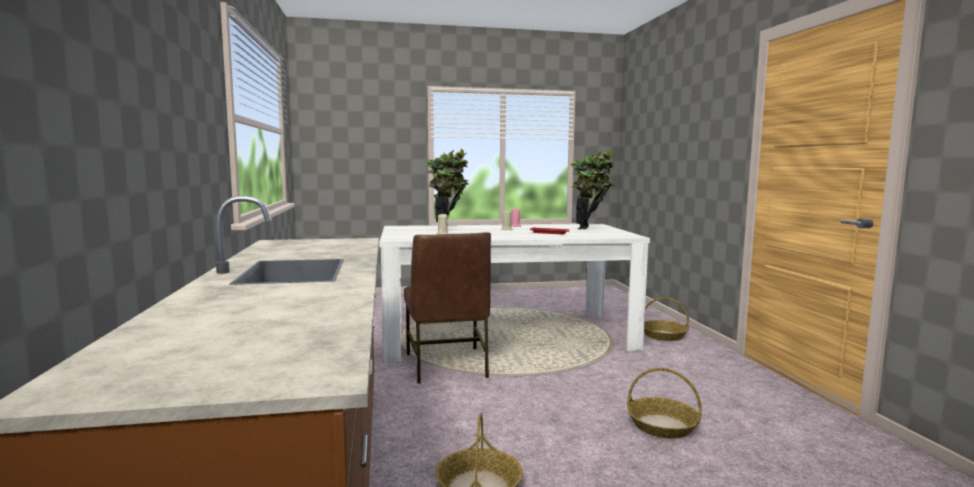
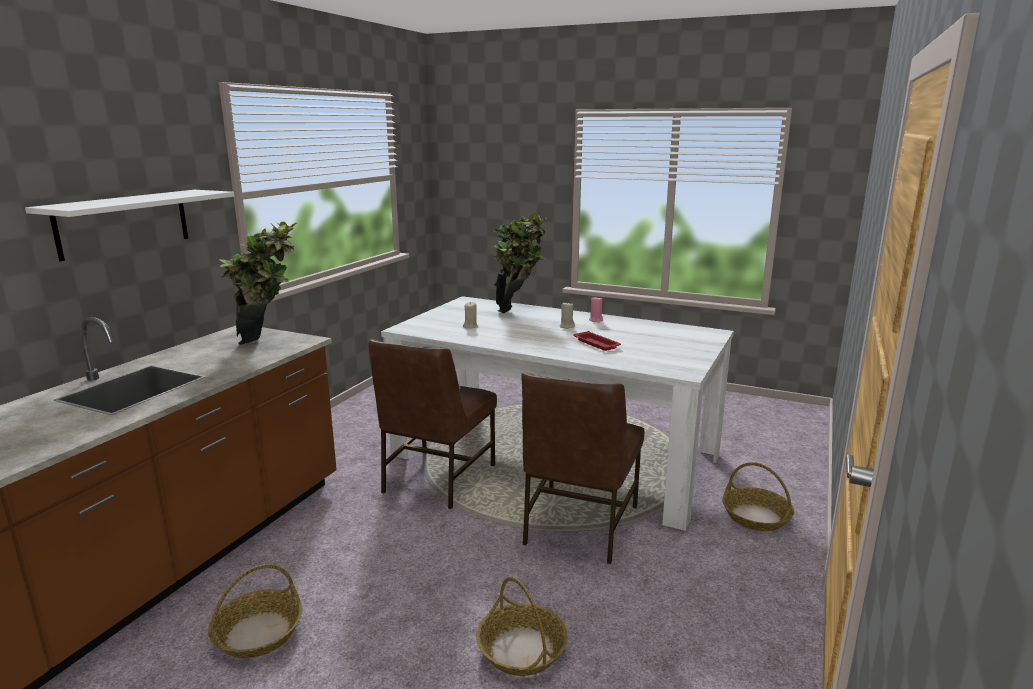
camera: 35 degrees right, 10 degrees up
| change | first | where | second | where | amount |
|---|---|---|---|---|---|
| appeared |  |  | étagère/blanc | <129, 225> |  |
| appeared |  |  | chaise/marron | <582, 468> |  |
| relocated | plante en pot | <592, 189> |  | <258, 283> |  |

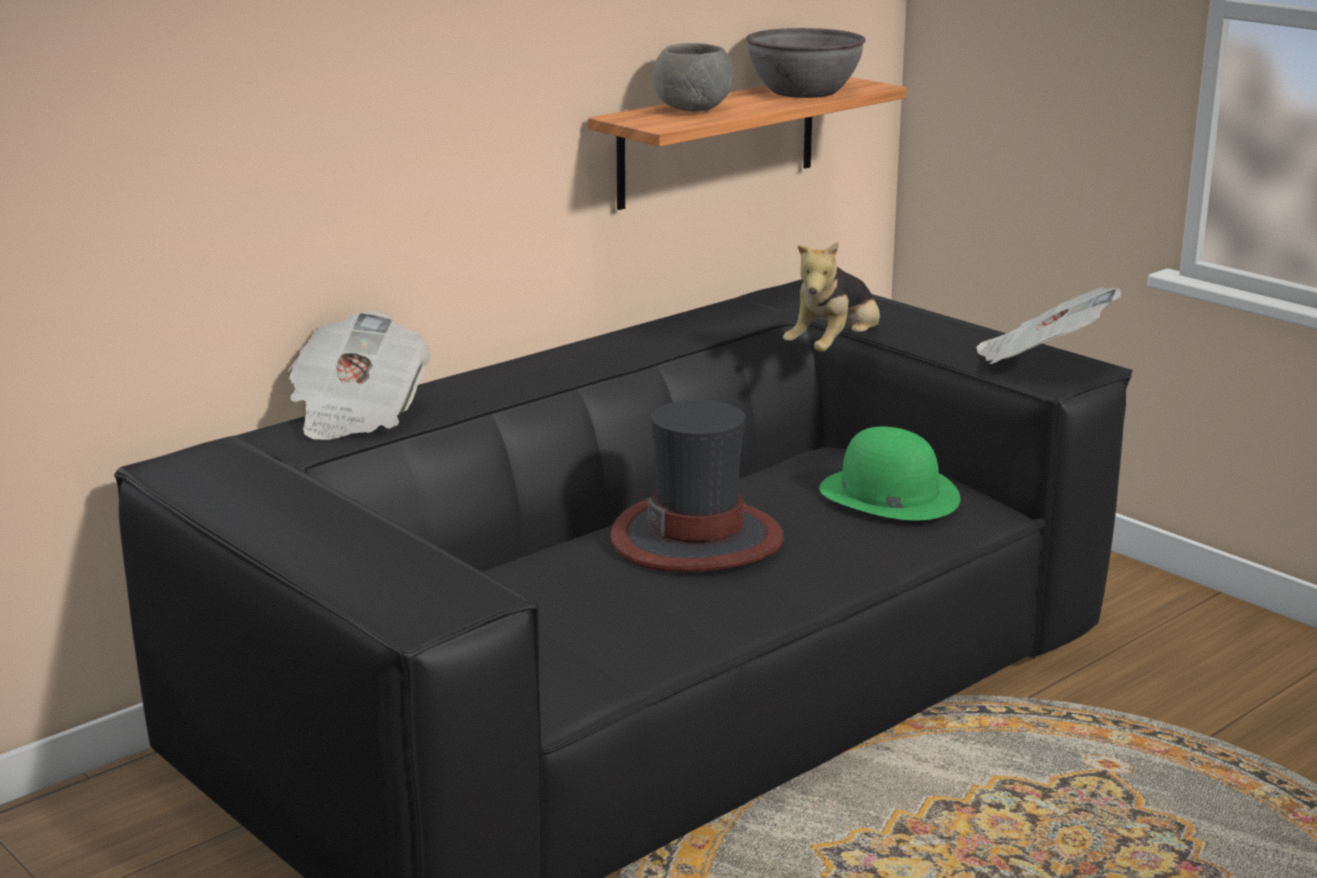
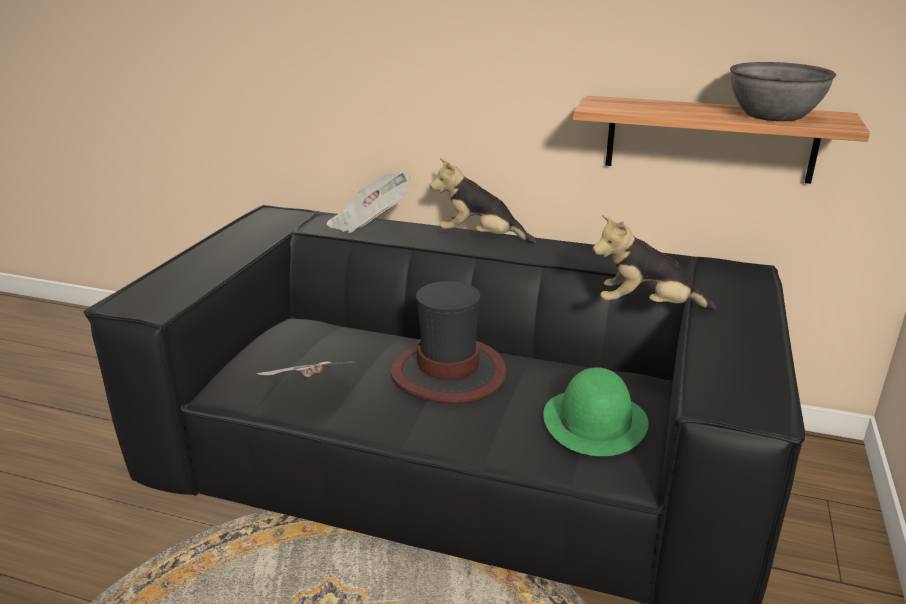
camera: 60 degrees right, 5 degrees up
| change | first | where | second | where | amount |
|---|---|---|---|---|---|
| missing | bol/gris | <693, 77> |  |  |  |
| appeared |  |  | peluche | <483, 201> |  |
| relocated | journal | <1048, 325> |  | <306, 369> |  |

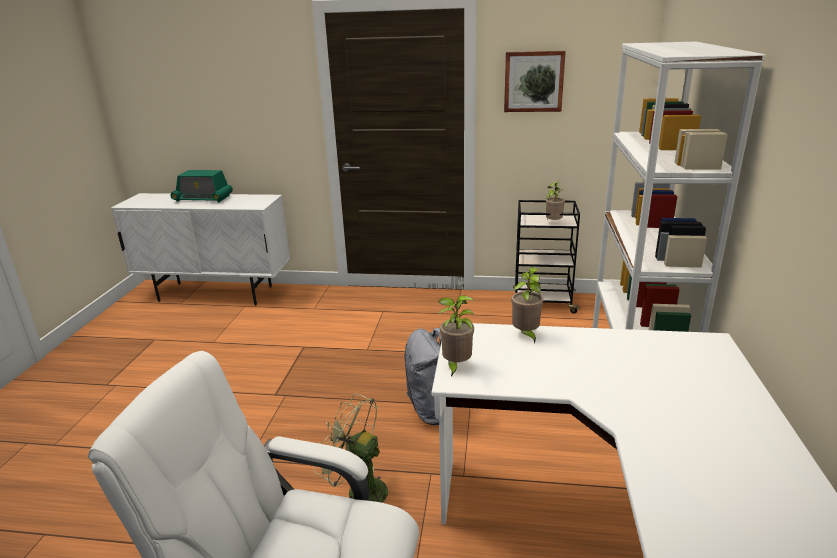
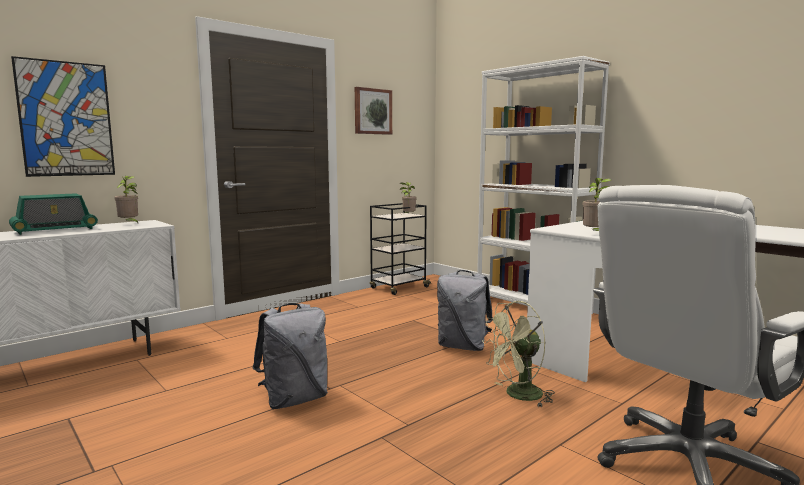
camera: 50 degrees left, 15 degrees down
| change | first | where | second | where | amount |
|---|---|---|---|---|---|
| appeared |  |  | tableau | <63, 116> |  |
| appeared |  |  | sac à dos/gris | <290, 356> |  |
| relocated | plante en pot | <527, 306> |  | <126, 199> |  |

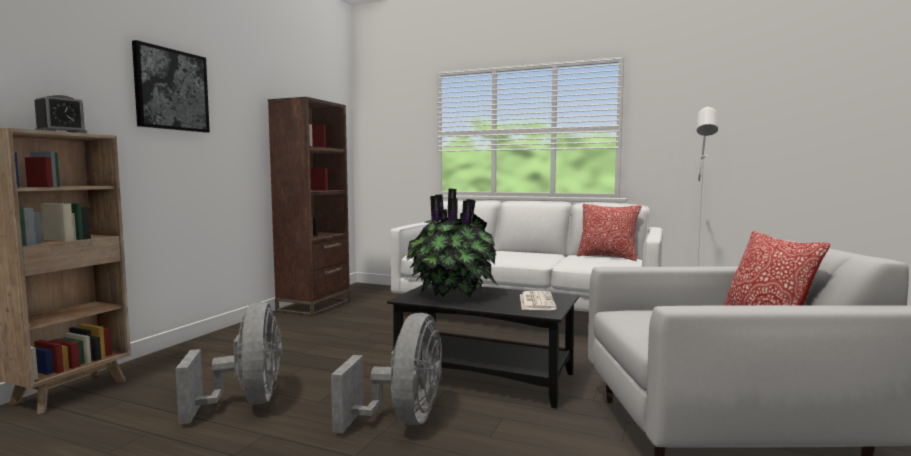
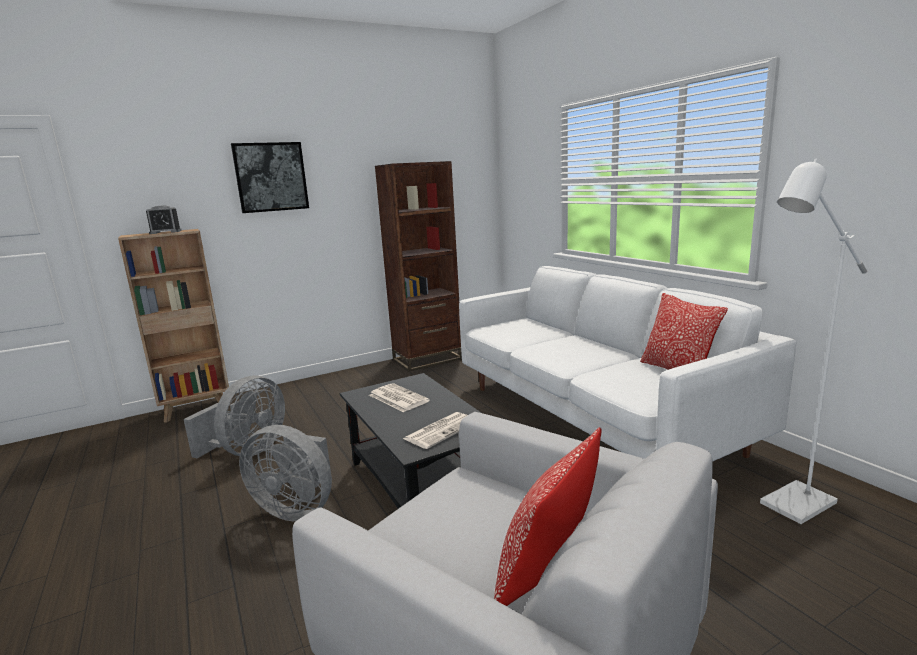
camera: 40 degrees right, 10 degrees up
| change | first | where | second | where | amount |
|---|---|---|---|---|---|
| exchanged | plante en pot | <451, 243> | journal | <399, 397> |  |
| spun | ventilateur/gris | <386, 373> |  | <285, 473> | 60 degrees clockwise |

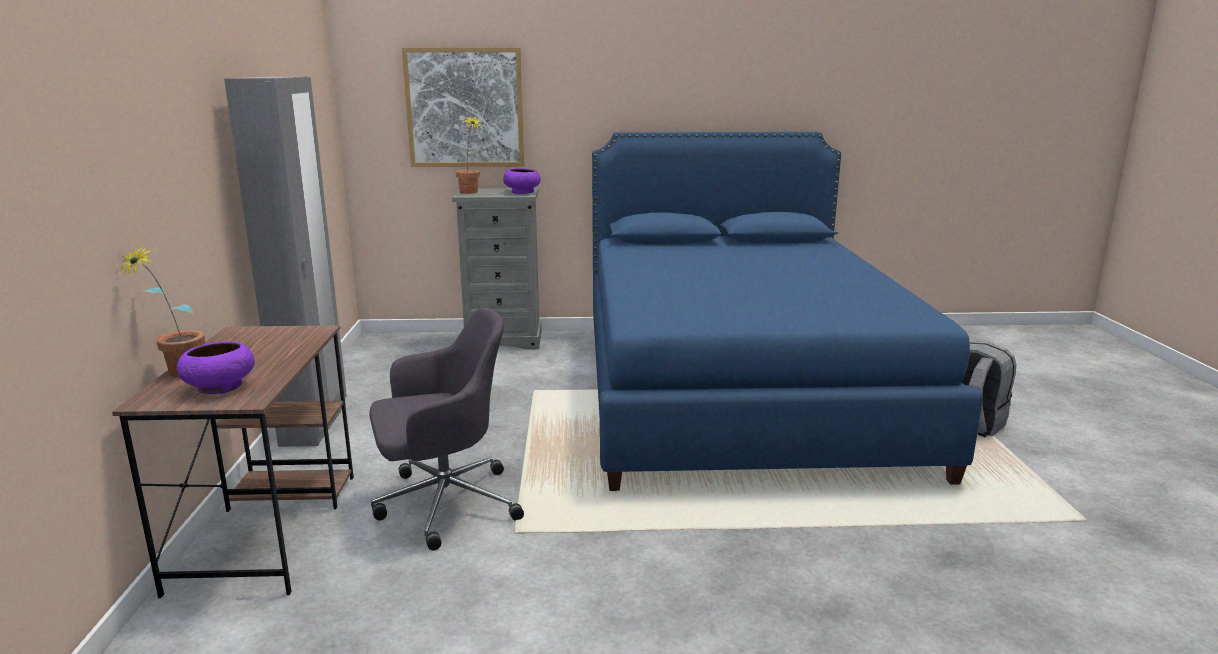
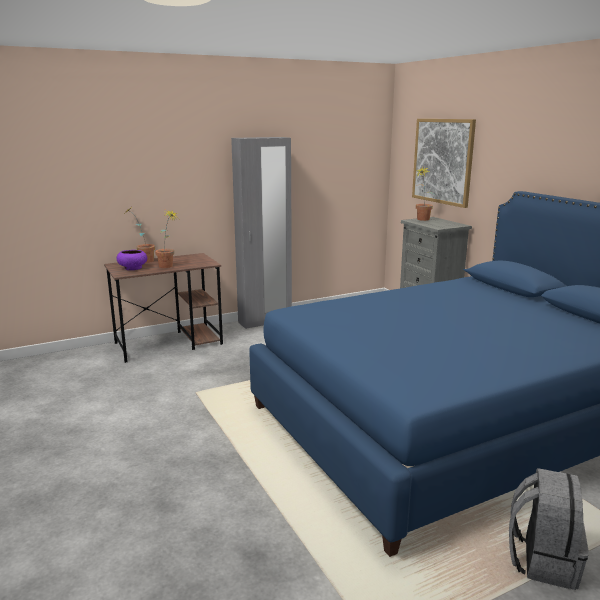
camera: 65 degrees right, 0 degrees up
| change | first | where | second | where | amount |
|---|---|---|---|---|---|
| missing | chaise de bureau/gris | <446, 429> |  |  |  |
| missing | bol/violet | <522, 181> |  |  |  |
| appeared |  |  | plante en pot | <167, 239> |  |

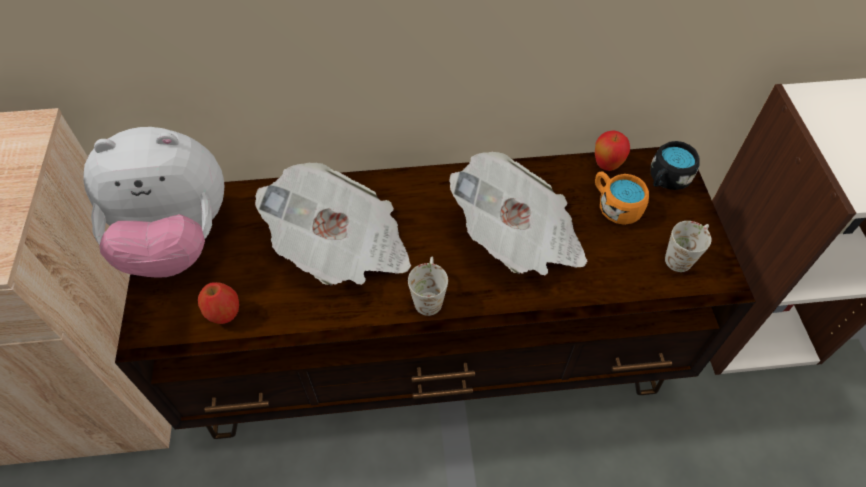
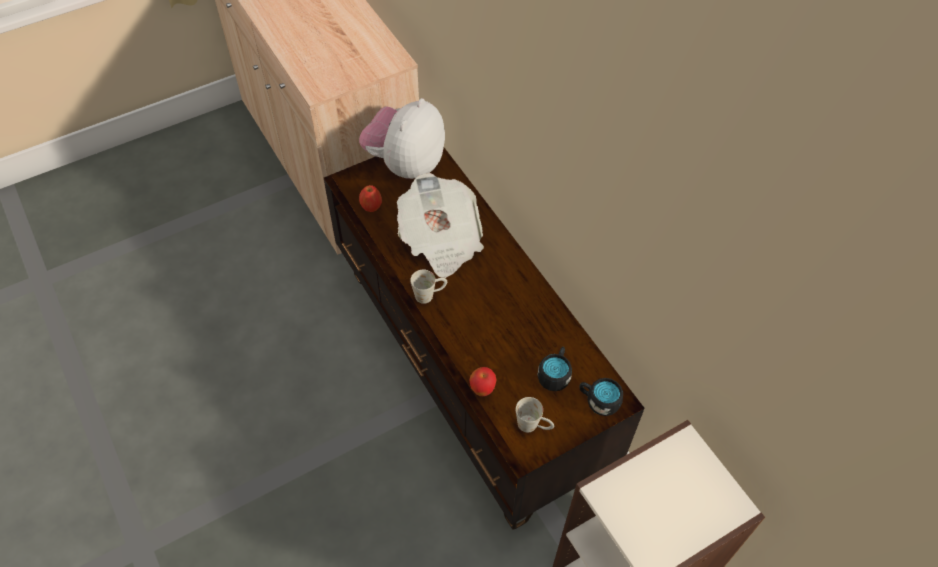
camera: 65 degrees right, 0 degrees up
| change | first | where | second | where | amount |
|---|---|---|---|---|---|
| missing | journal | <518, 214> |  |  |  |
| relocated | pomme | <612, 151> |  | <482, 381> |  |
| colour | mug/orange | <622, 198> | mug/noir | <555, 369> |  |
| spun | peluche | <153, 202> |  | <402, 138> | 60 degrees clockwise |

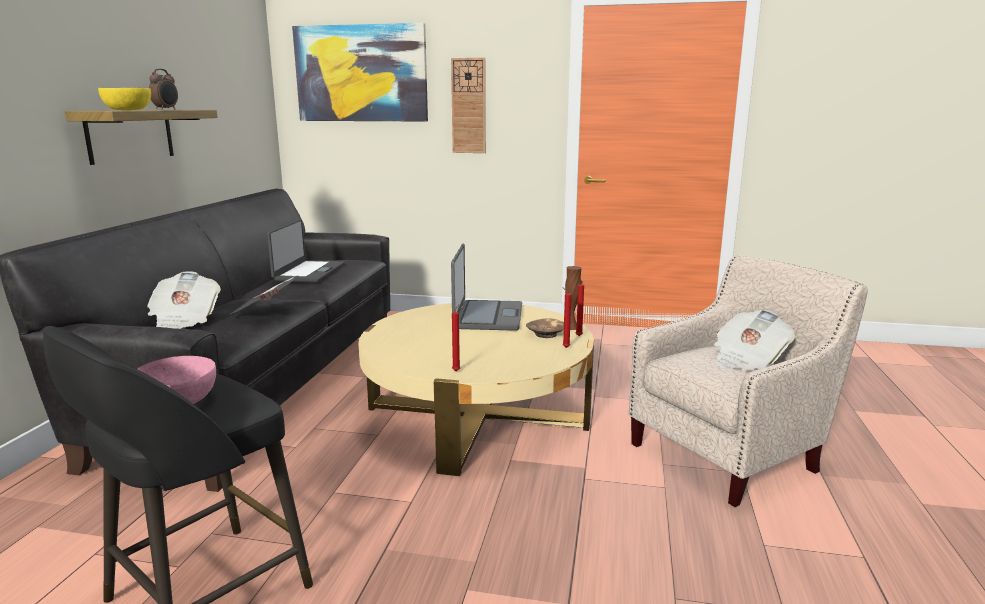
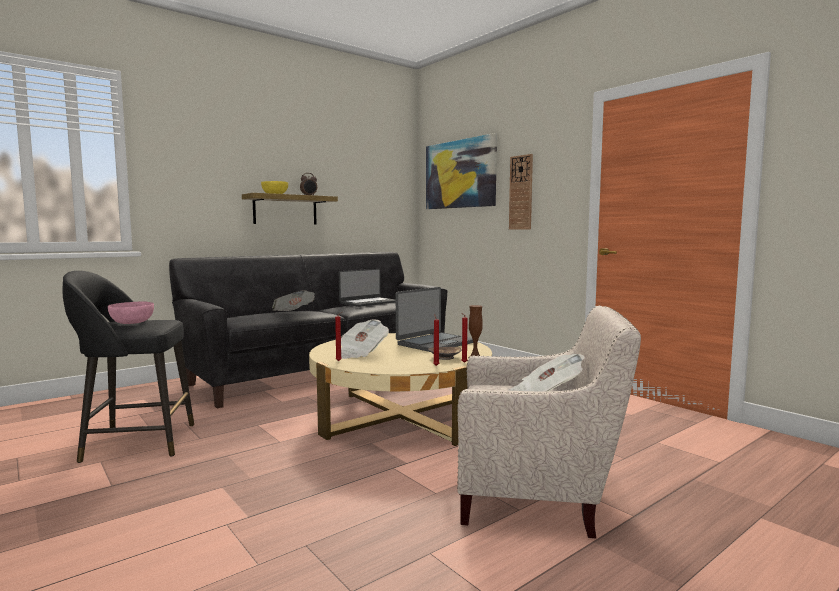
camera: 40 degrees right, 10 degrees down
| change | first | where | second | where | amount |
|---|---|---|---|---|---|
| relocated | journal | <184, 300> |  | <365, 339> |  |

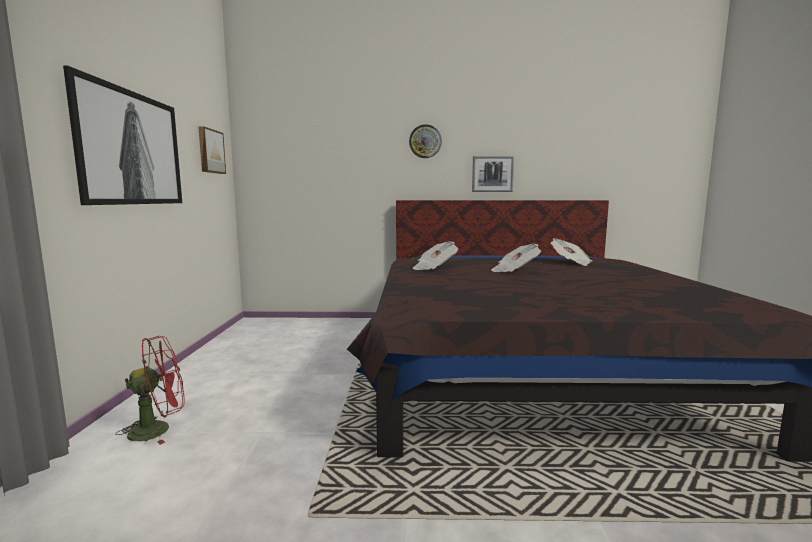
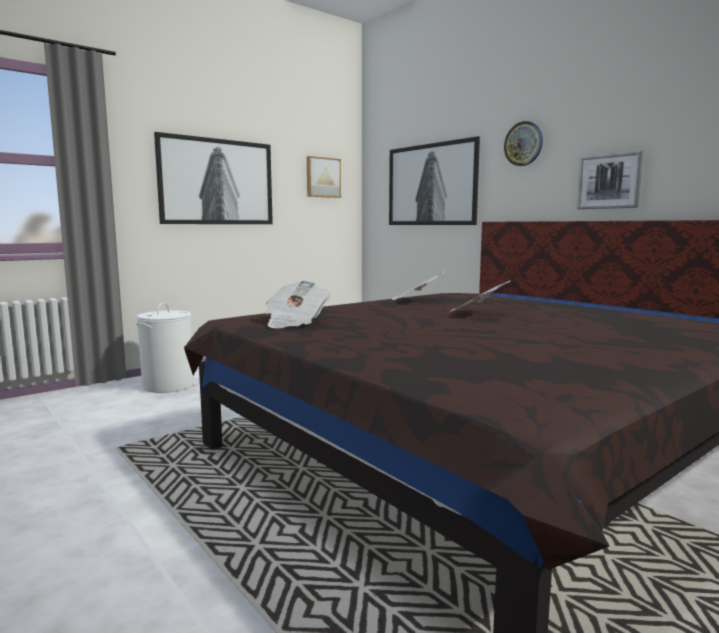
camera: 50 degrees right, 0 degrees up
| change | first | where | second | where | amount |
|---|---|---|---|---|---|
| appeared |  |  | tableau | <434, 180> |  |
| relocated | journal | <571, 252> |  | <297, 304> |  |
| exchanged | ventilateur/rouge | <150, 390> | panier à linge/blanc | <165, 348> |  |

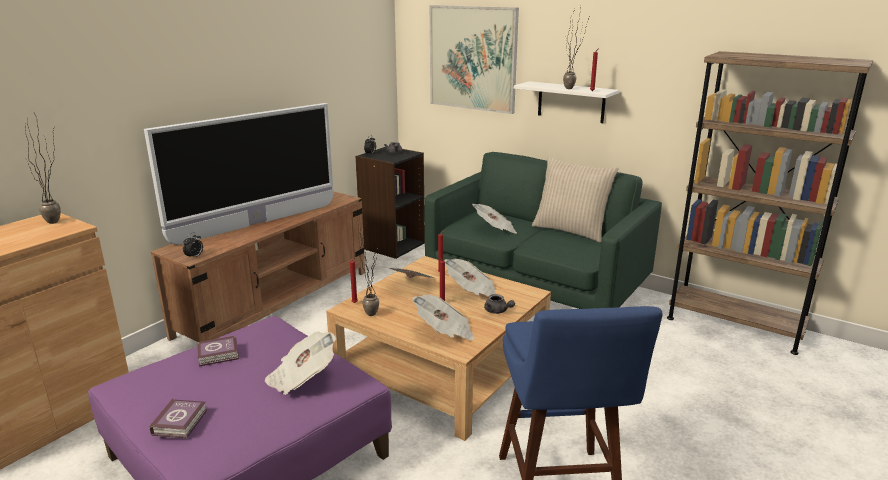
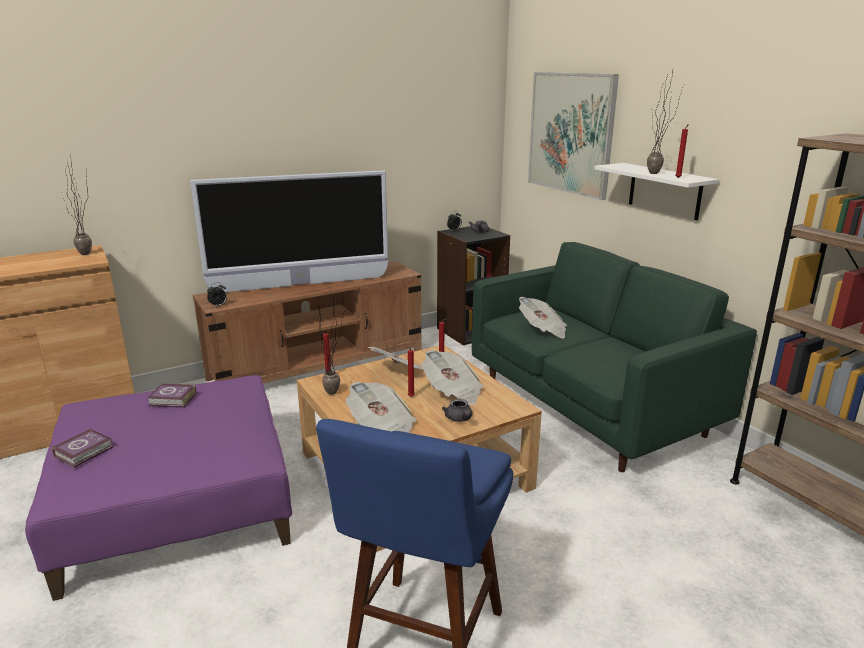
camera: 25 degrees right, 0 degrees up
| change | first | where | second | where | amount |
|---|---|---|---|---|---|
| missing | journal | <301, 363> |  |  |  |
| missing | coussin/beige | <575, 200> |  |  |  |

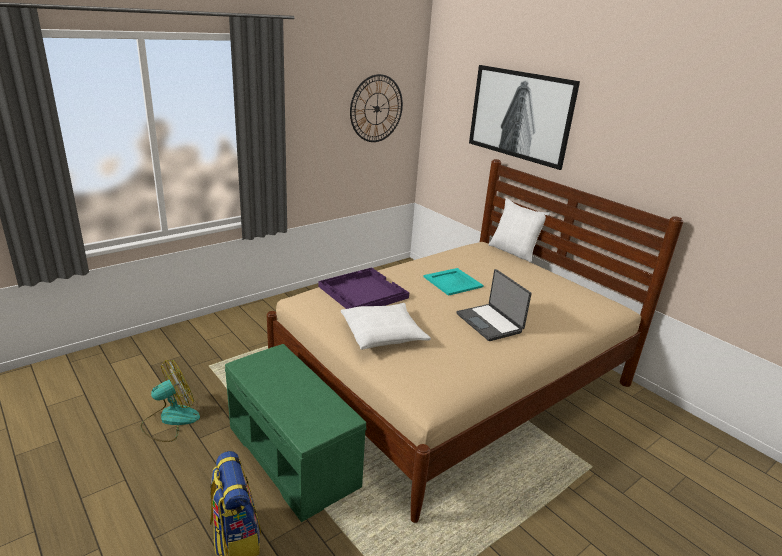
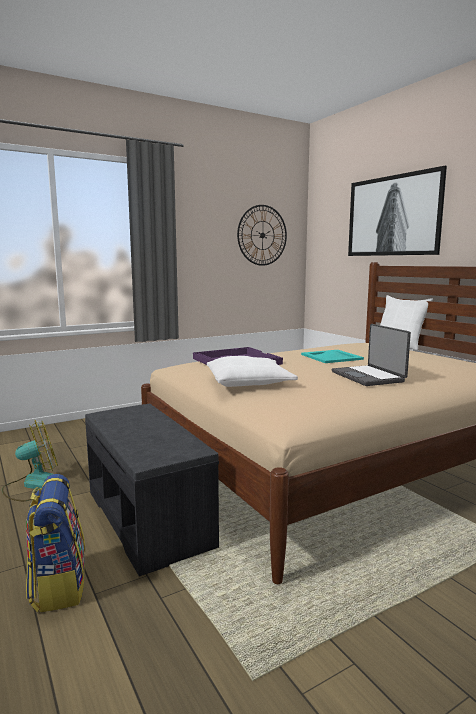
camera: 10 degrees right, 15 degrees down
| change | first | where | second | where | amount |
|---|---|---|---|---|---|
| colour | banc/vert | <295, 433> | banc/gris | <152, 490> |  |

